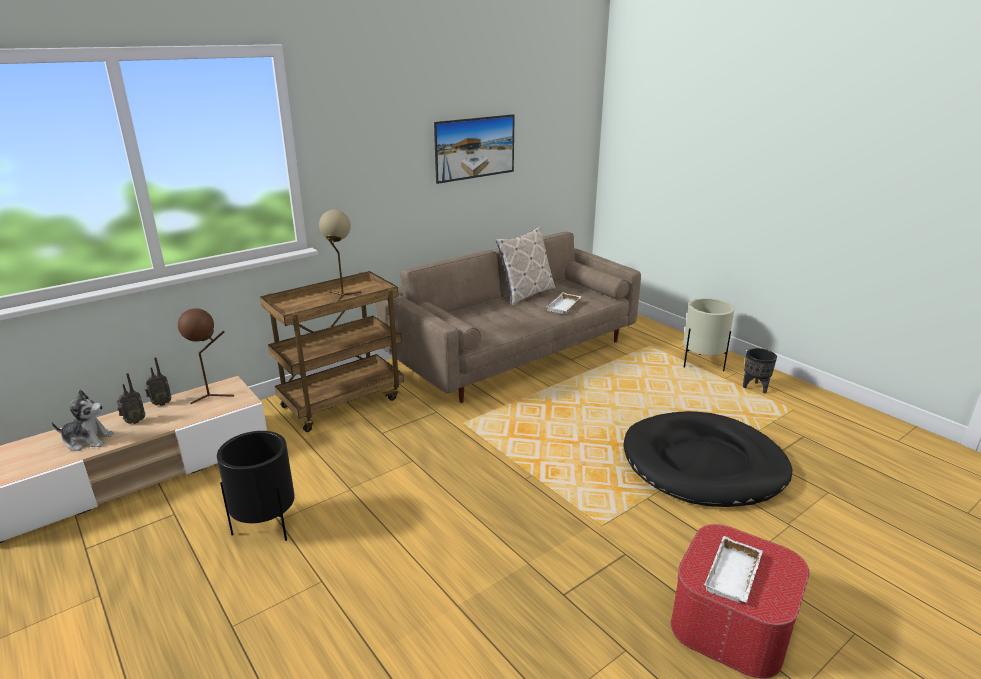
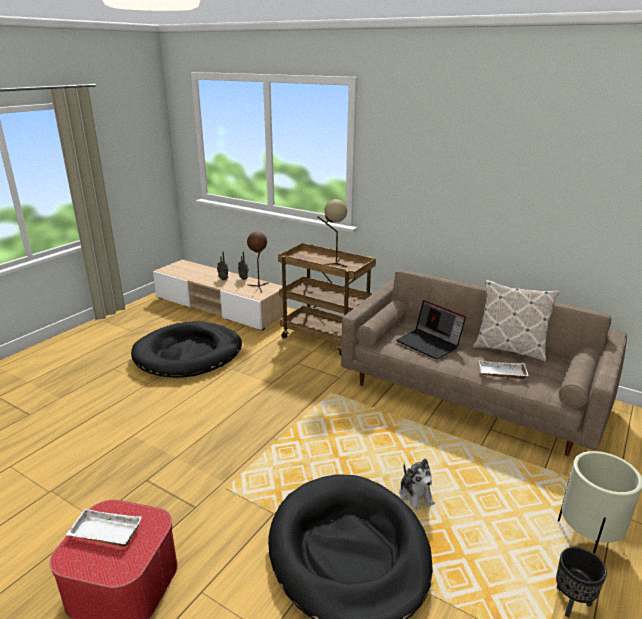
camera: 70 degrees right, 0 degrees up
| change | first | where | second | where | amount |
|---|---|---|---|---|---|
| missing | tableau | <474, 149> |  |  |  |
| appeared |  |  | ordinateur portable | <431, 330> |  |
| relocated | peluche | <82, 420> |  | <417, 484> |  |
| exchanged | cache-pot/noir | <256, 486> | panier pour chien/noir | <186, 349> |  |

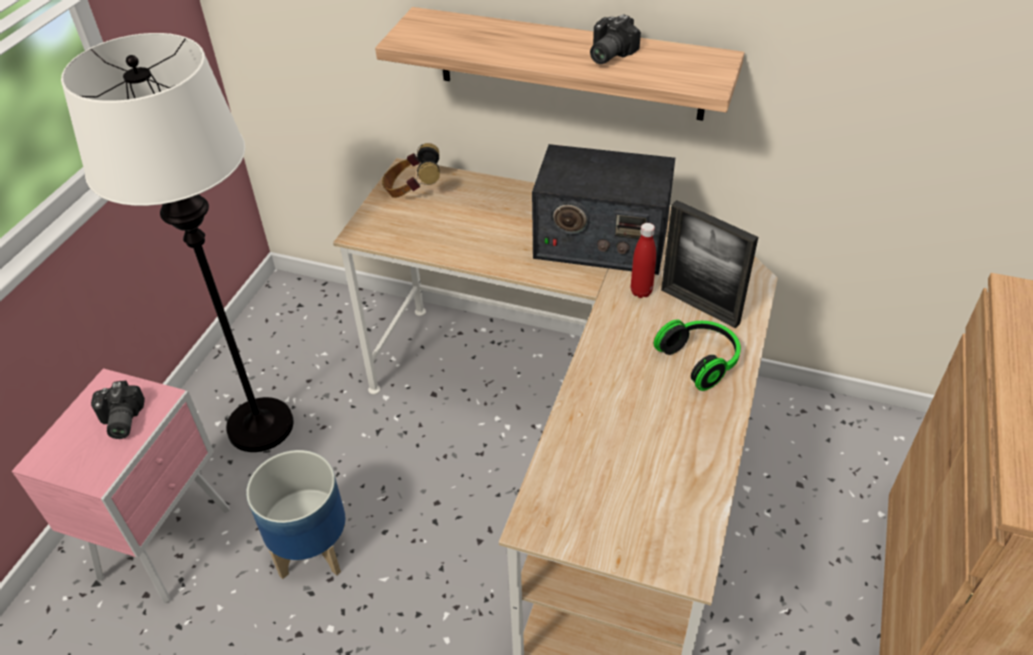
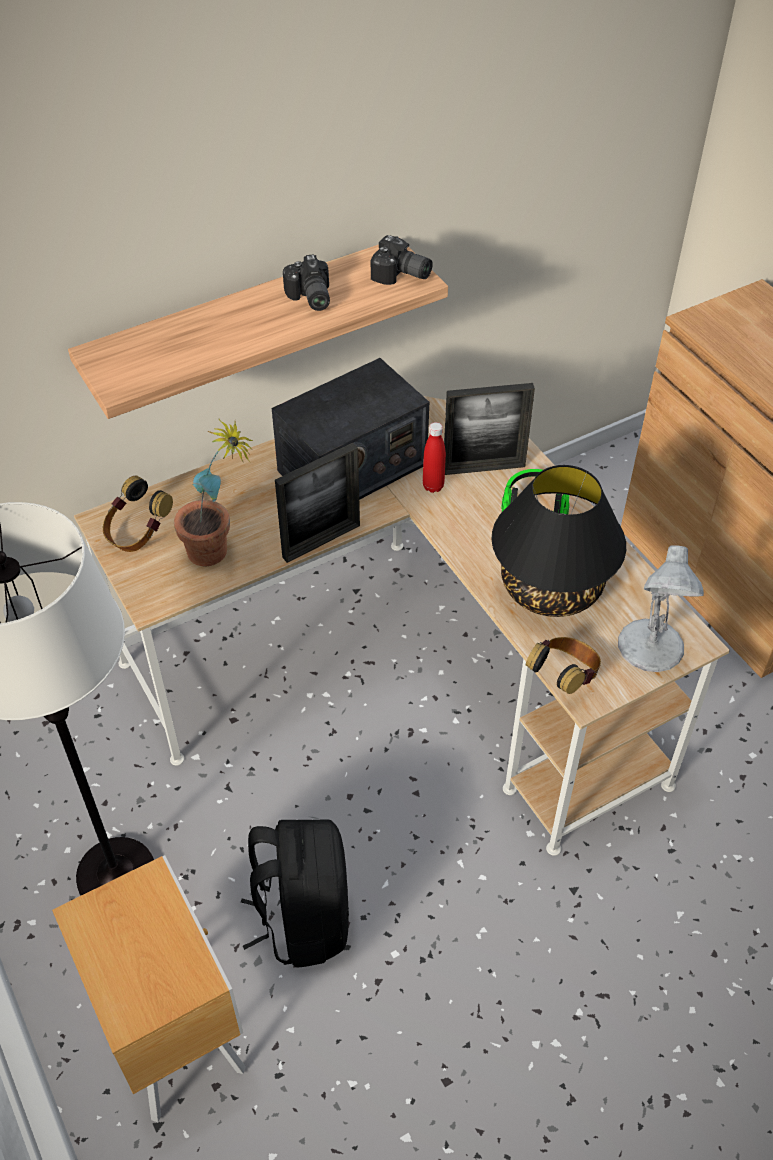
camera: 50 degrees left, 5 degrees up
| change | first | where | second | where | amount |
|---|---|---|---|---|---|
| appeared |  |  | plante en pot | <213, 492> |  |
| appeared |  |  | cadre photo | <317, 503> |  |
| appeared |  |  | lampe de table/noir | <558, 541> |  |
| appeared |  |  | casque audio | <563, 665> |  |
| appeared |  |  | lampe de table/blanc | <661, 608> |  |
| relocated | appareil photo | <118, 409> |  | <402, 260> |  |
| exchanged | cache-pot | <295, 514> | sac à dos/noir | <295, 893> |  |
| colour | table de chevet/rose | <121, 485> | table de chevet/marron | <149, 988> |  |

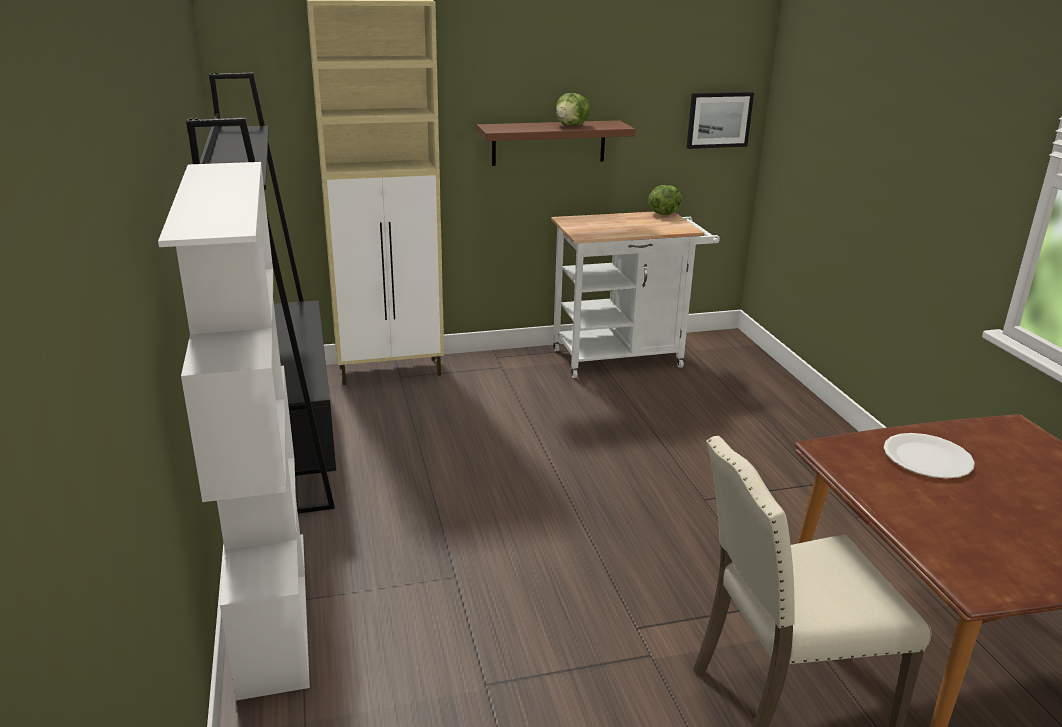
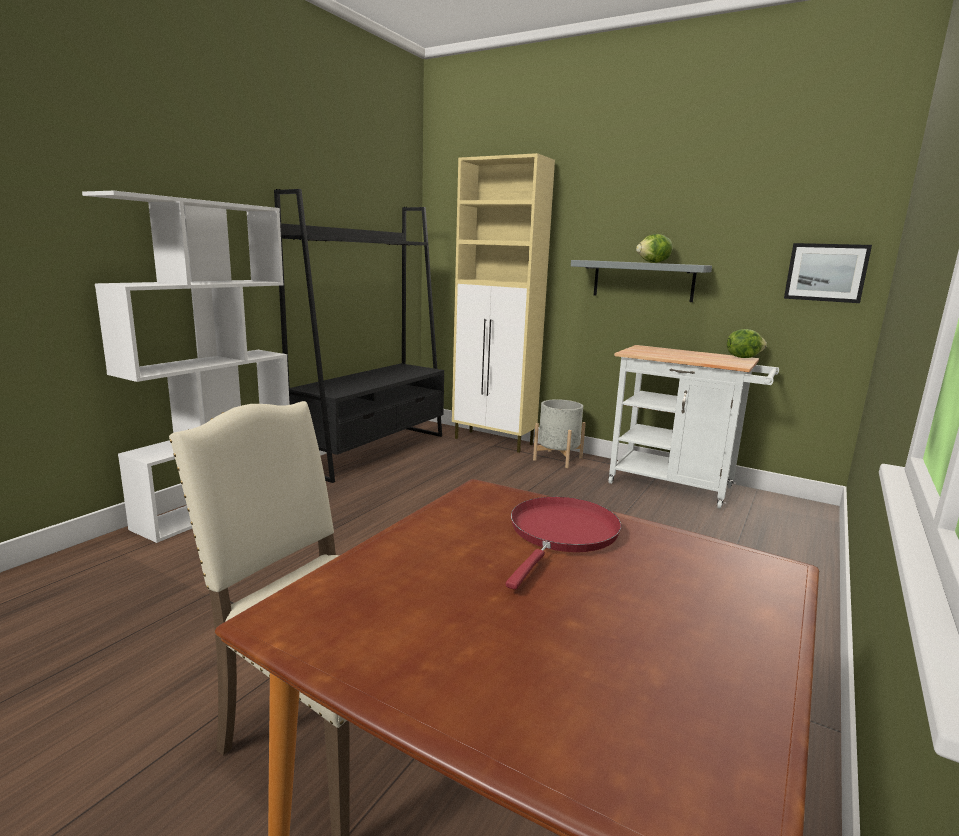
camera: 45 degrees right, 10 degrees down
| change | first | where | second | where | amount |
|---|---|---|---|---|---|
| appeared |  |  | cache-pot/gris | <559, 433> |  |
| exchanged | assiette/blanc | <929, 456> | poêle/rouge | <563, 543> |  |
| colour | étagère/marron | <556, 143> | étagère/gris | <641, 281> |  |

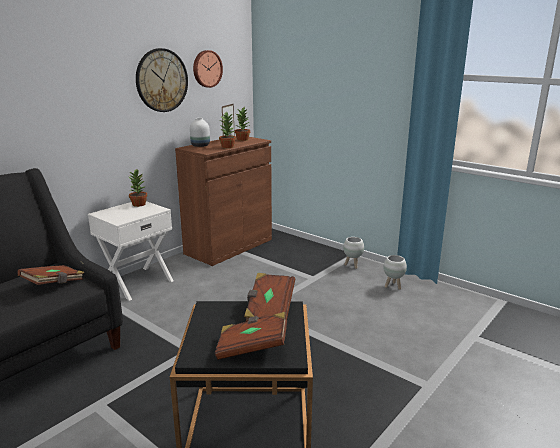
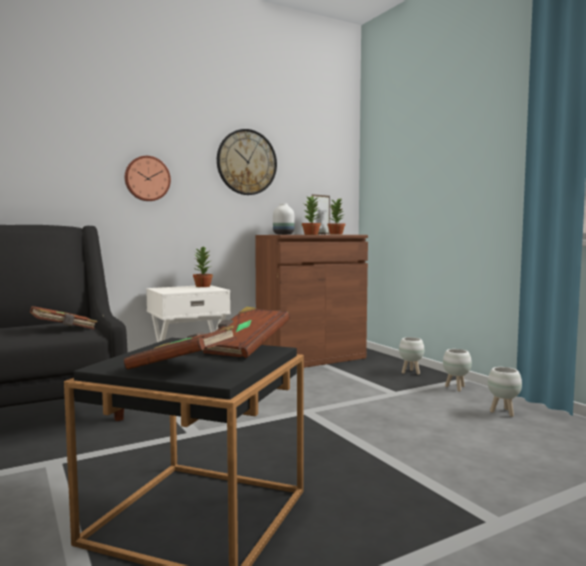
camera: 20 degrees right, 15 degrees down
| change | first | where | second | where | amount |
|---|---|---|---|---|---|
| appeared |  |  | cache-pot/blanc | <411, 356> |  |
| relocated | horloge murale | <208, 69> |  | <148, 178> |  |

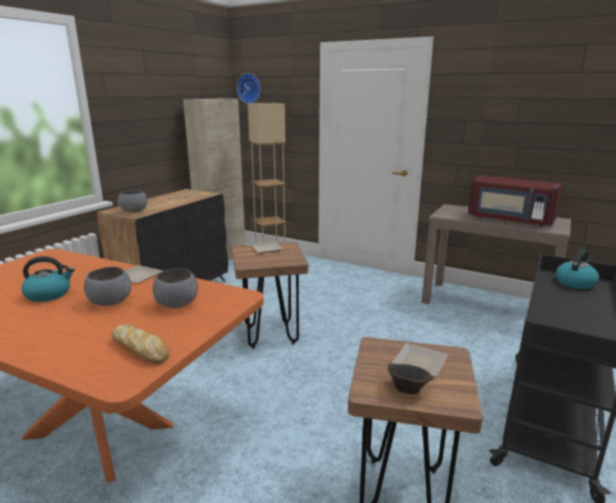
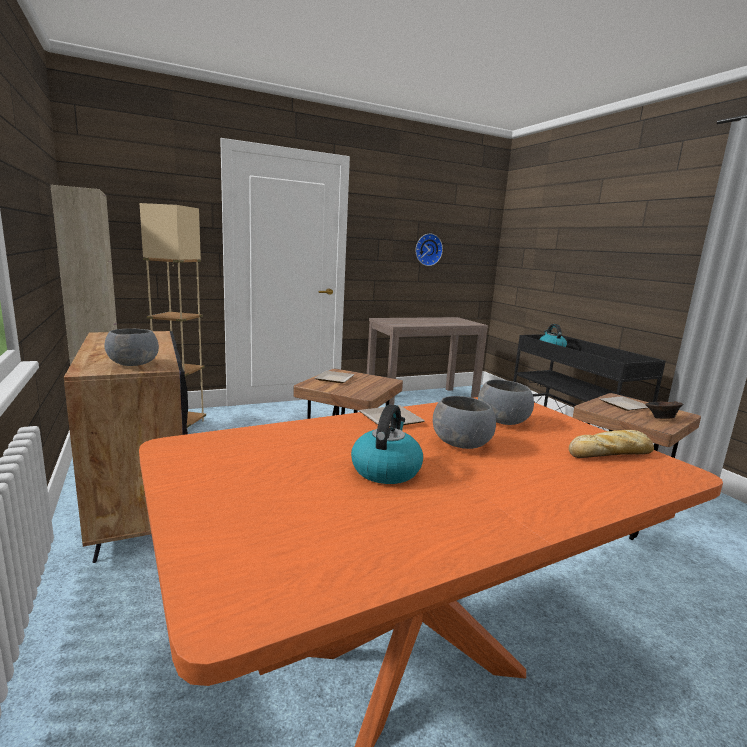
camera: 55 degrees left, 5 degrees down
| change | first | where | second | where | amount |
|---|---|---|---|---|---|
| missing | micro-ondes/rouge | <515, 201> |  |  |  |
| relocated | horloge murale | <249, 88> |  | <429, 250> |  |

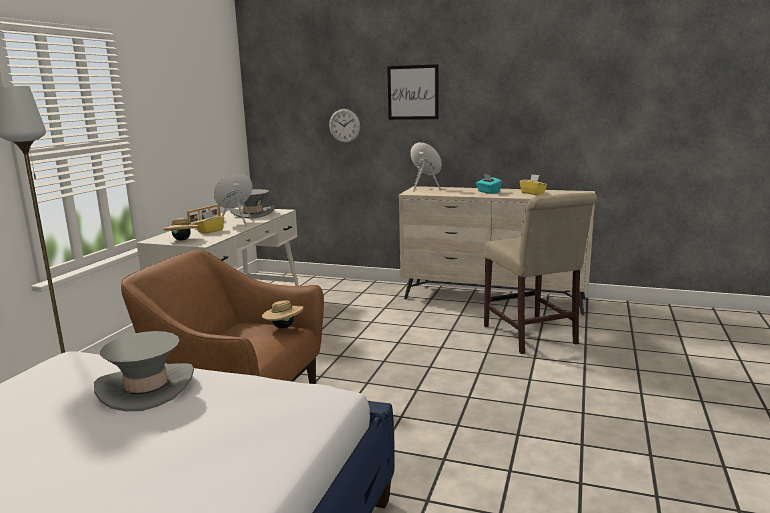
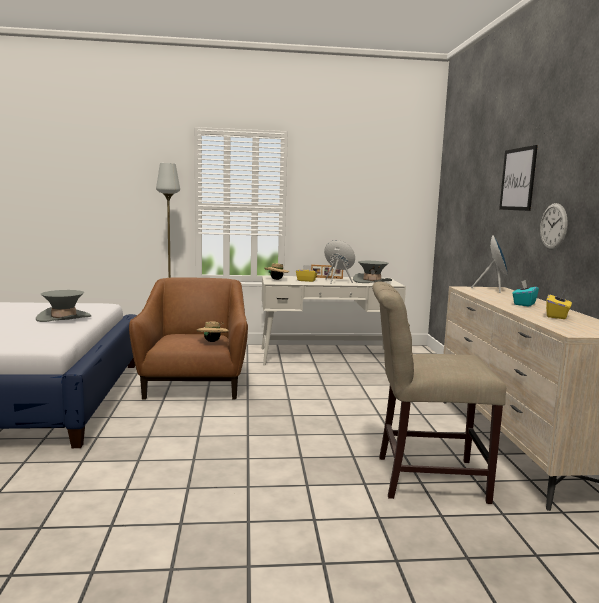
camera: 65 degrees right, 5 degrees down
| change | first | where | second | where | amount |
|---|---|---|---|---|---|
| relocated | horloge murale | <344, 126> |  | <554, 226> |  |
| spun | chaise/beige | <540, 273> |  | <439, 392> | 45 degrees clockwise |

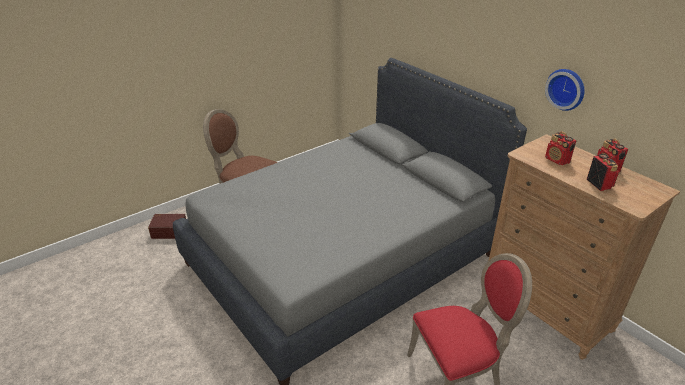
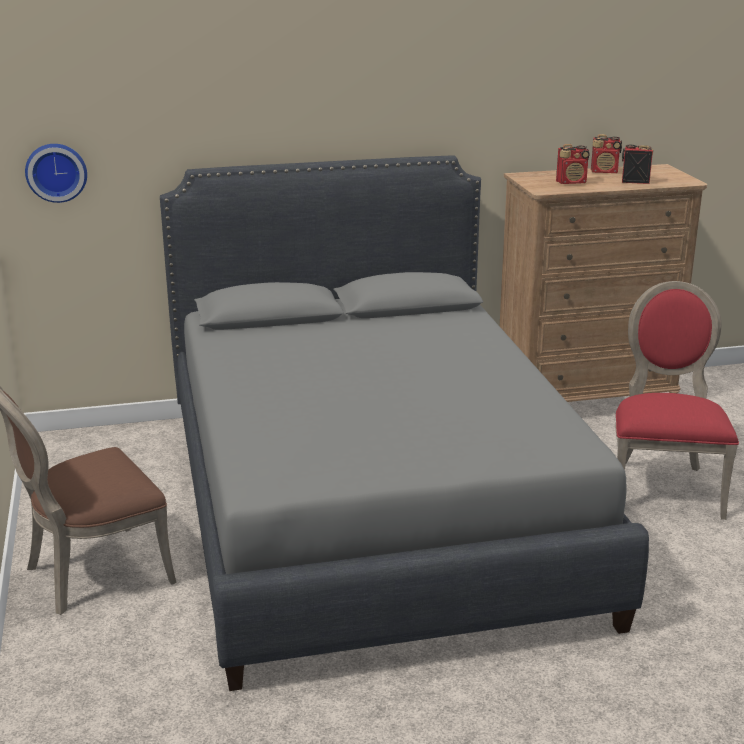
camera: 65 degrees left, 10 degrees down
| change | first | where | second | where | amount |
|---|---|---|---|---|---|
| missing | boîte de rangement/marron | <167, 226> |  |  |  |
| relocated | horloge murale | <565, 90> |  | <56, 173> |  |

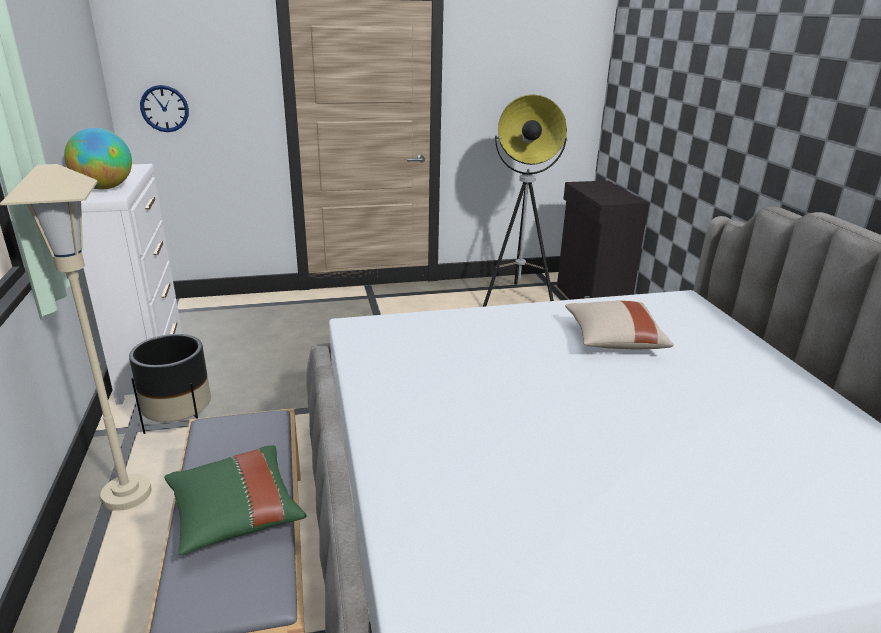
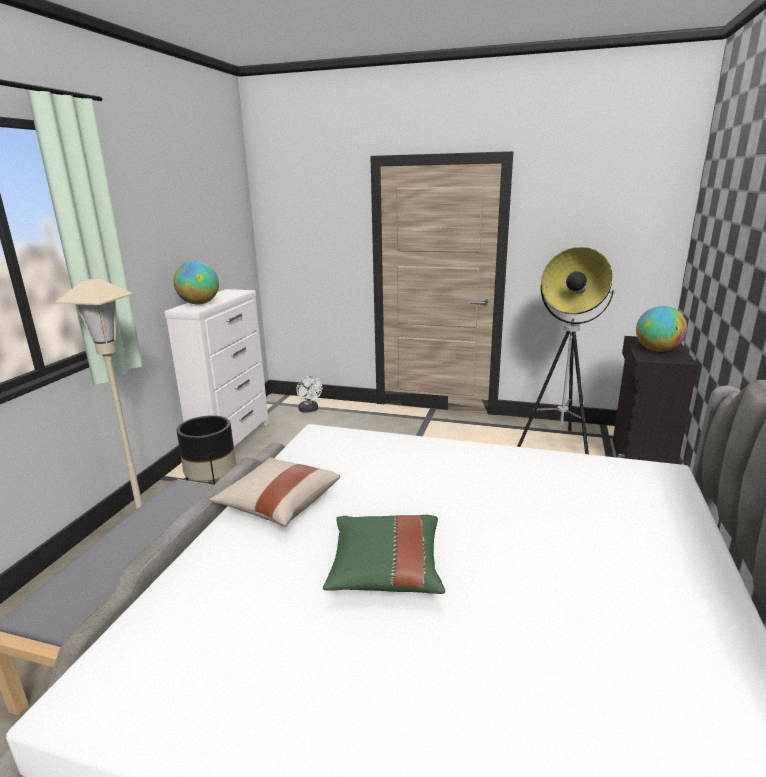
camera: 30 degrees right, 5 degrees down
| change | first | where | second | where | amount |
|---|---|---|---|---|---|
| missing | horloge murale | <164, 108> |  |  |  |
| appeared |  |  | ventilateur/blanc | <309, 394> |  |
| appeared |  |  | globe | <661, 329> |  |
| relocated | coussin/vert | <235, 500> |  | <384, 554> |  |
| relocated | coussin/beige | <619, 325> |  | <275, 492> |  |

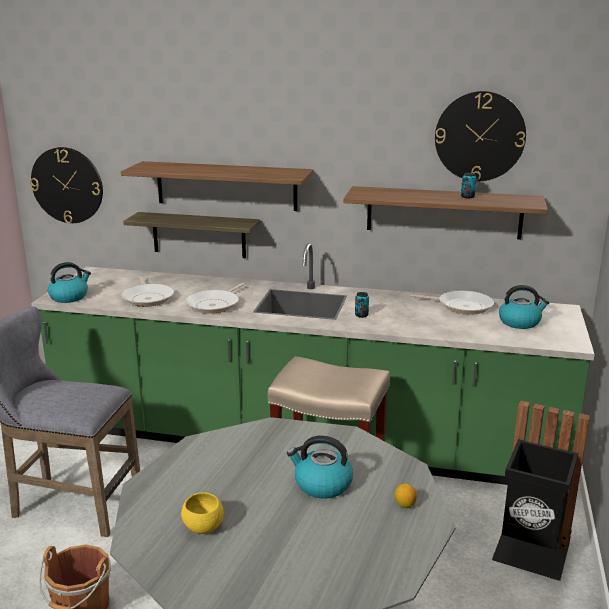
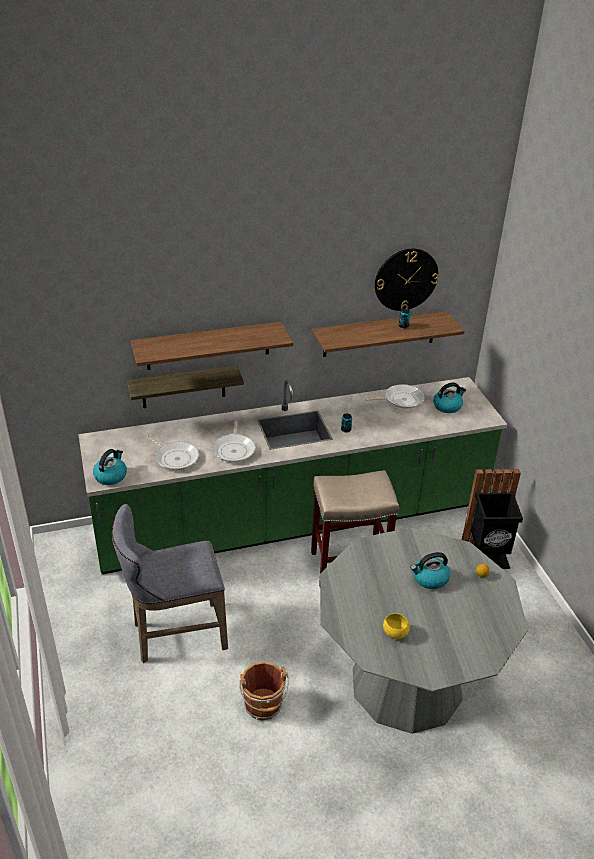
camera: 30 degrees left, 15 degrees up
| change | first | where | second | where | amount |
|---|---|---|---|---|---|
| missing | horloge murale | <66, 185> |  |  |  |

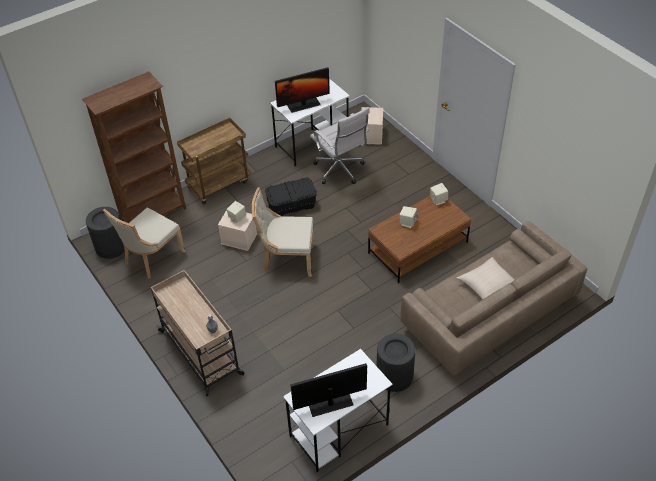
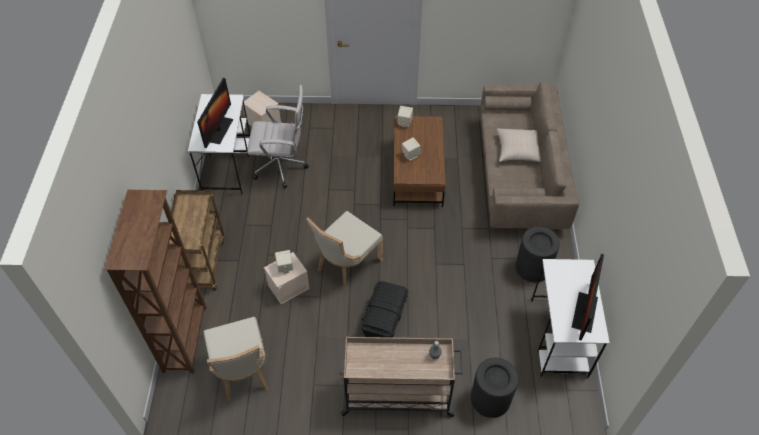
camera: 55 degrees left, 5 degrees up
| change | first | where | second | where | amount |
|---|---|---|---|---|---|
| relocated | poubelle/noir | <105, 233> |  | <494, 388> |  |
| relocated | boîte de rangement/noir | <291, 197> |  | <384, 309> |  |

